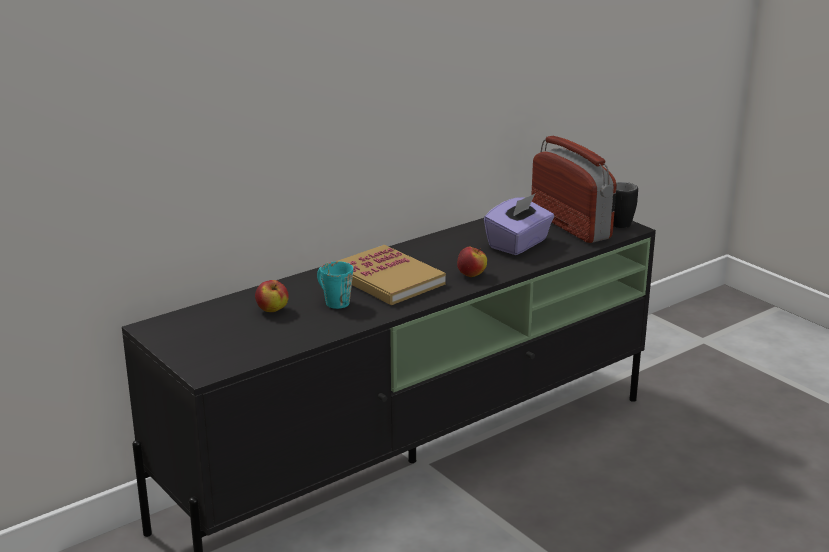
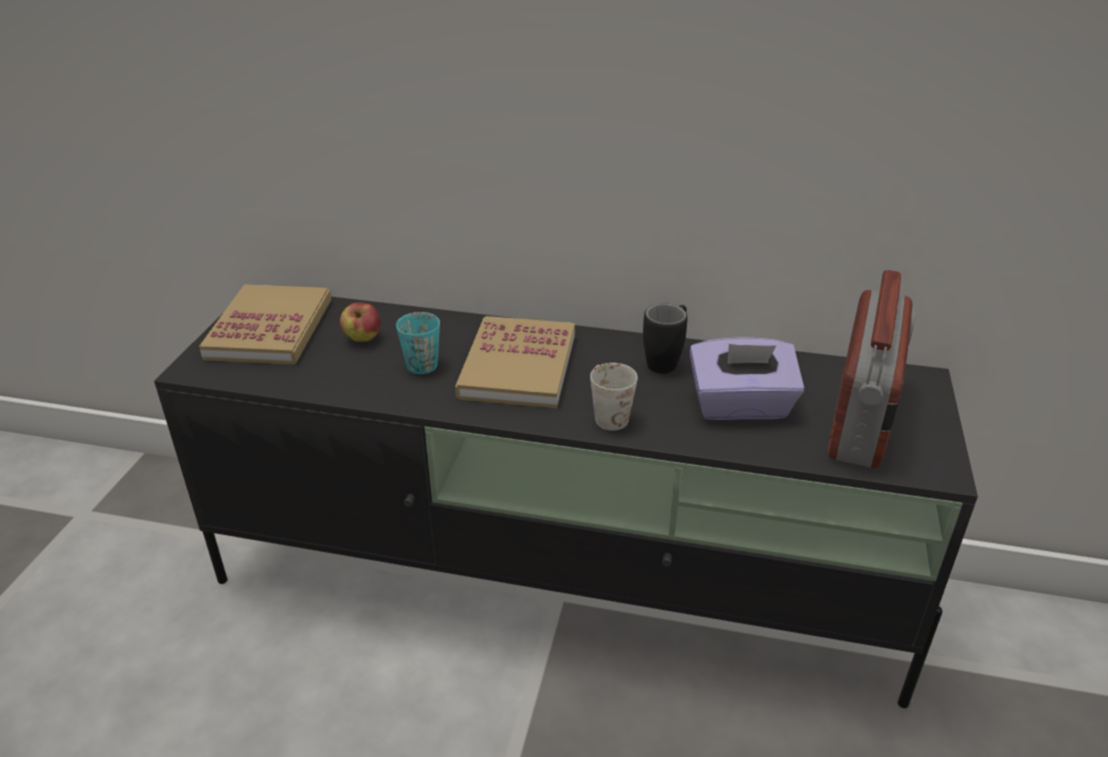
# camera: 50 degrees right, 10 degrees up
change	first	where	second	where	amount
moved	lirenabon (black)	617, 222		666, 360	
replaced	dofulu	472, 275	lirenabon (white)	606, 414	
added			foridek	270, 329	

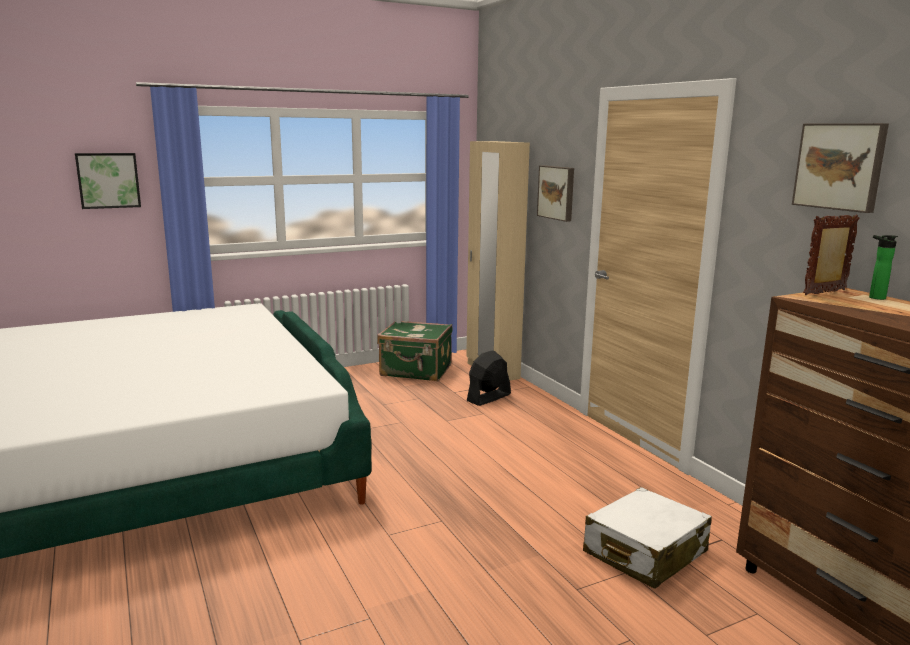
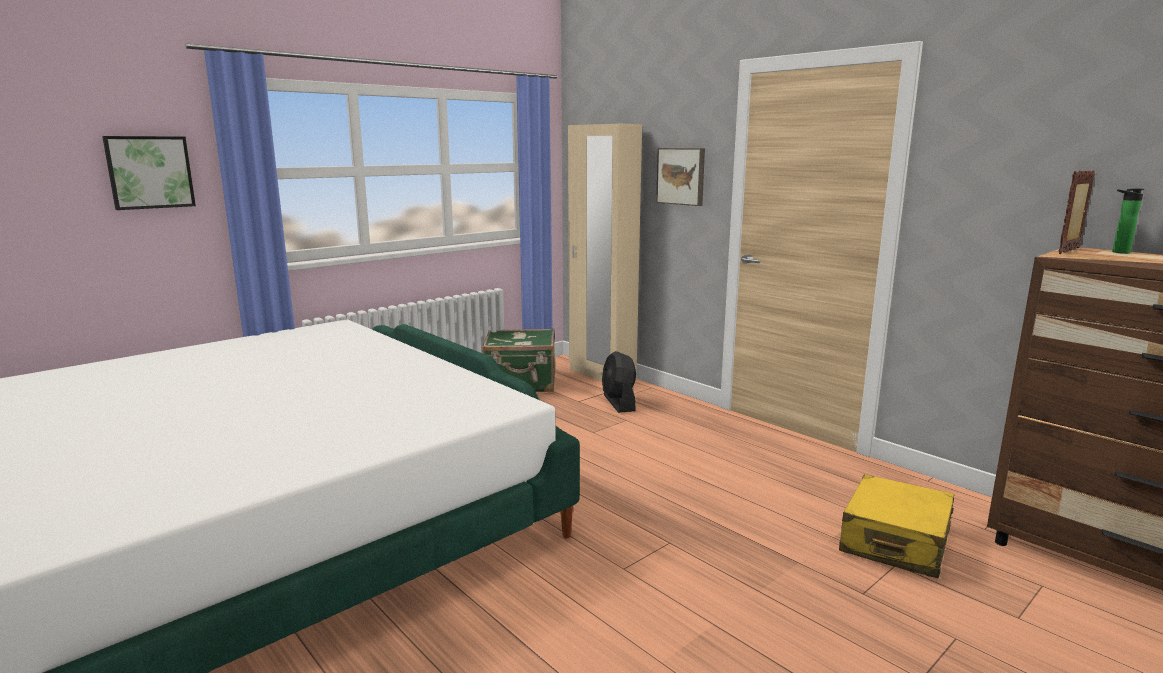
# camera: 15 degrees left, 0 degrees up
change	first	where	second	where	amount
removed	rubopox	840, 166			
turned	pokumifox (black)	488, 397		619, 403	45 degrees counterclockwise
recoloured	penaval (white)	644, 553	penaval (yellow)	894, 542	

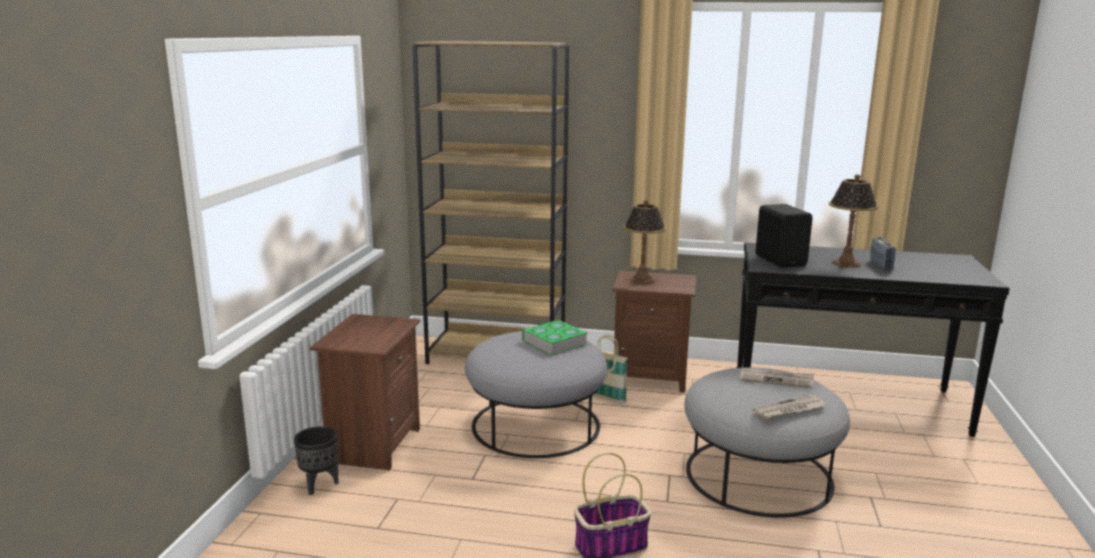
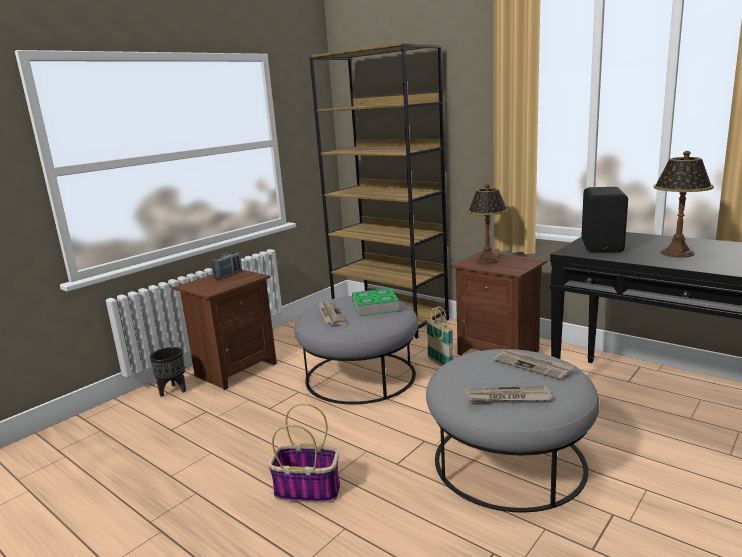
# camera: 30 degrees right, 0 degrees up
change	first	where	second	where	amount
moved	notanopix	881, 265		228, 274	
added			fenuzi	330, 315	

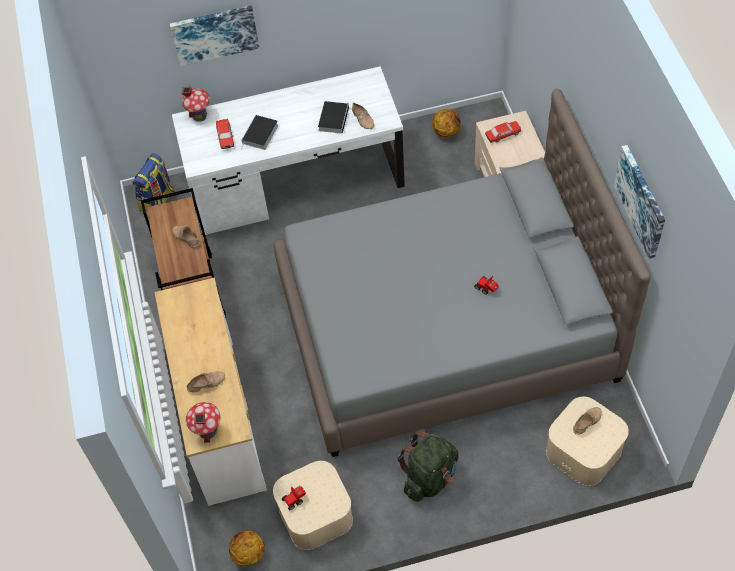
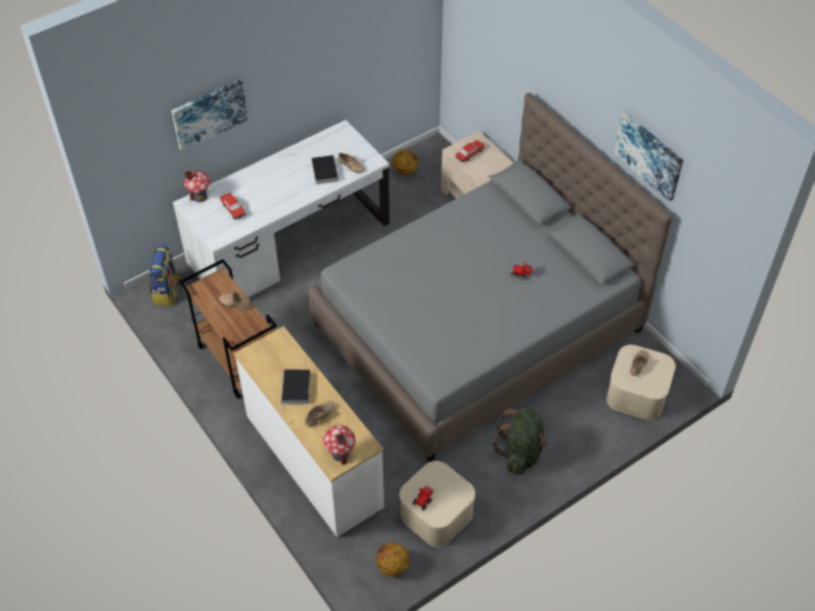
# camera: 25 degrees left, 5 degrees down
change	first	where	second	where	amount
moved	foridek	260, 135		296, 390	

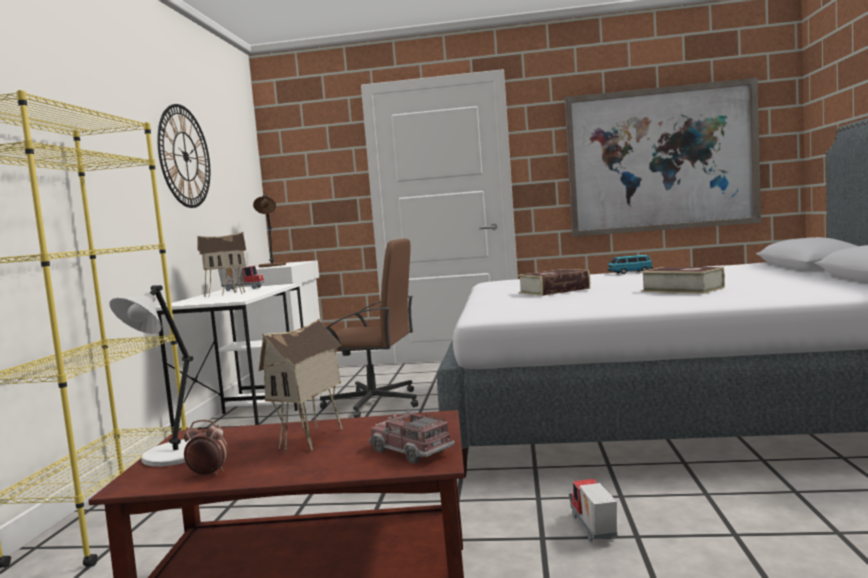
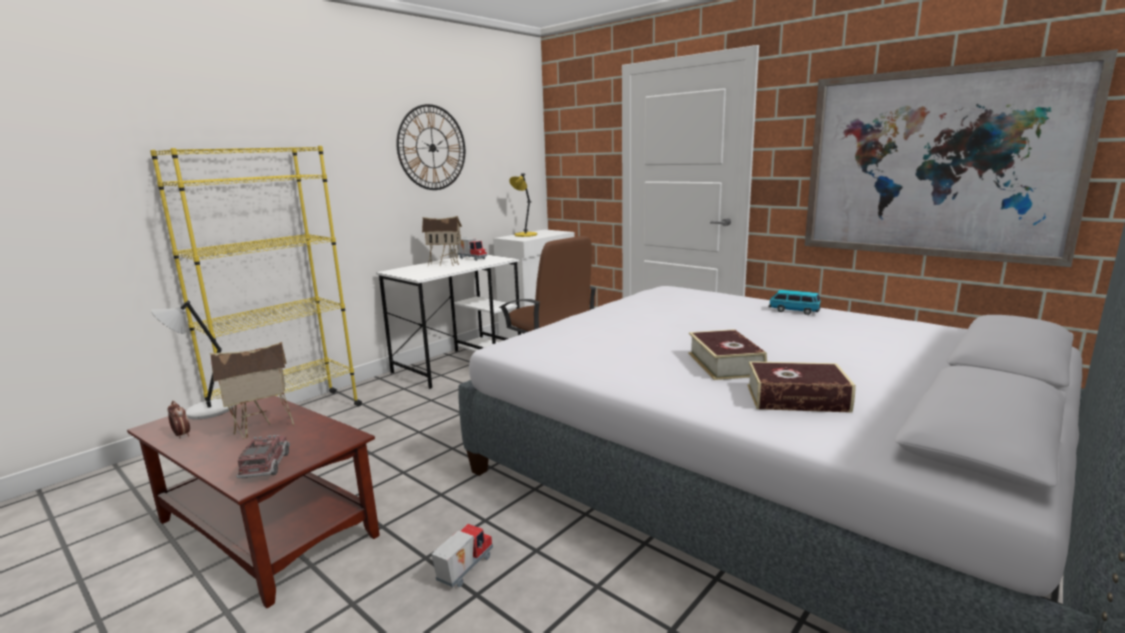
# camera: 35 degrees right, 10 degrees up
change	first	where	second	where	amount
recoloured	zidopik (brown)	272, 265	zidopik (yellow)	525, 235	
moved	foridek	554, 290		796, 398	

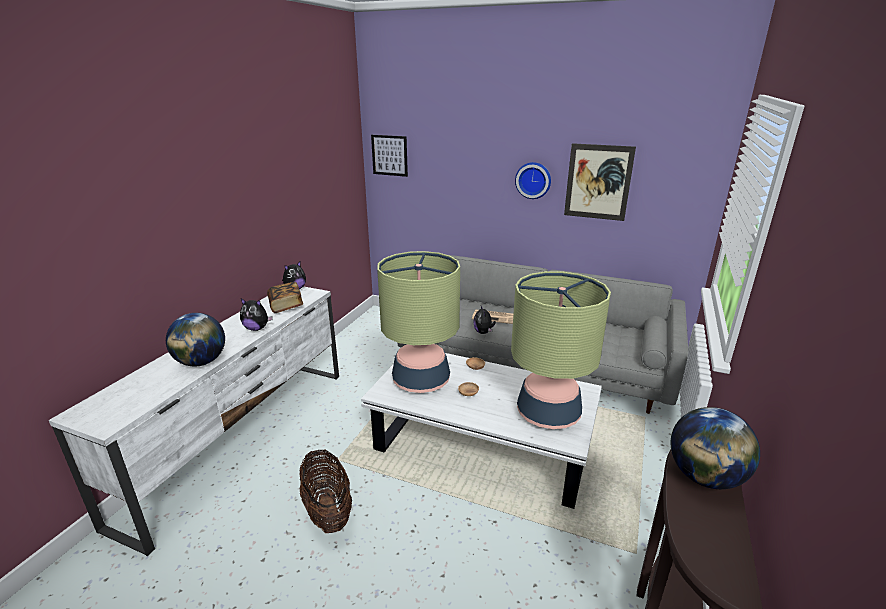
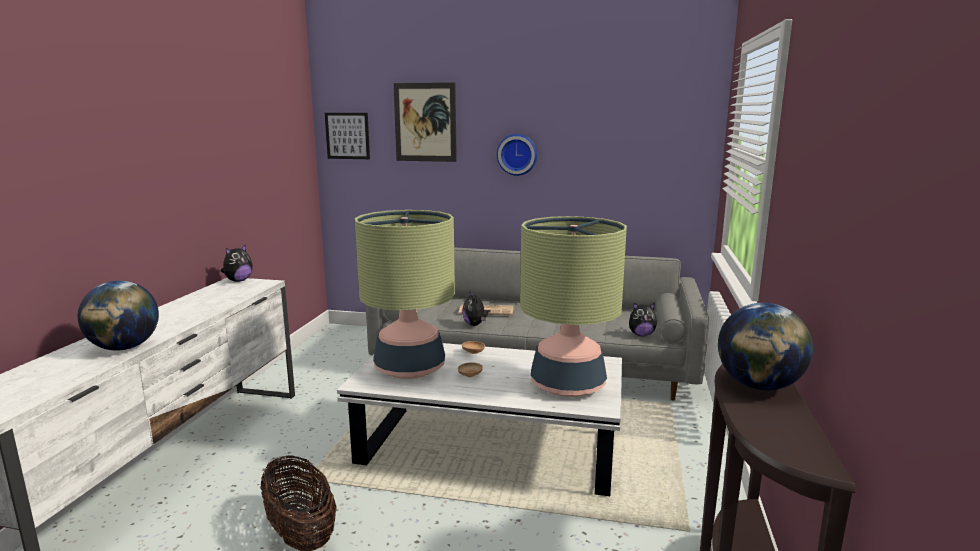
# camera: 10 degrees left, 10 degrees down
change	first	where	second	where	amount
moved	rubopox	598, 182		425, 122	
removed	foridek	286, 305			
moved	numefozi	257, 328		641, 335	

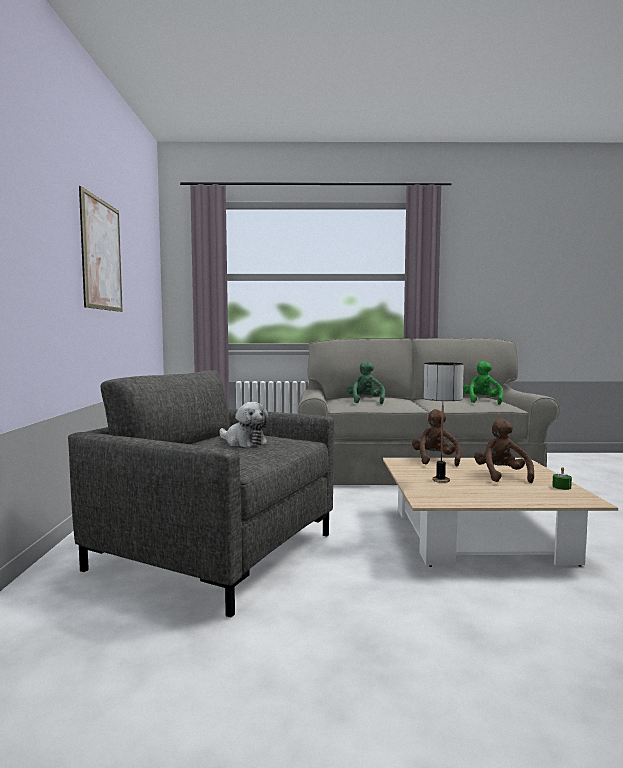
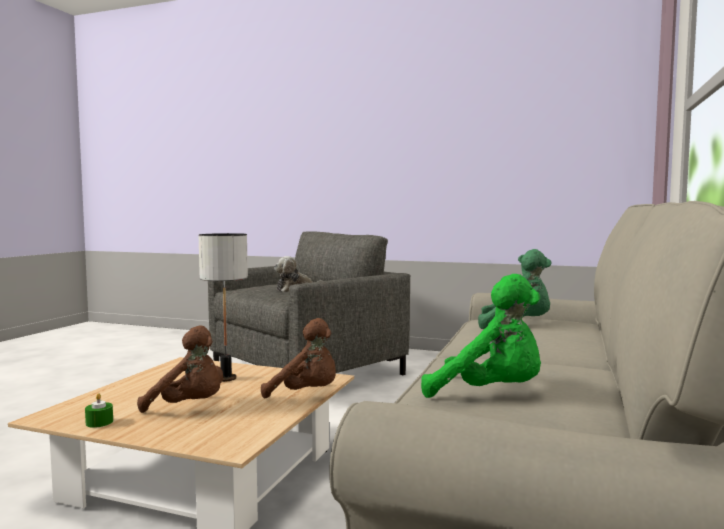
# camera: 110 degrees right, 0 degrees up
change	first	where	second	where	amount
removed	rubopox	102, 255			

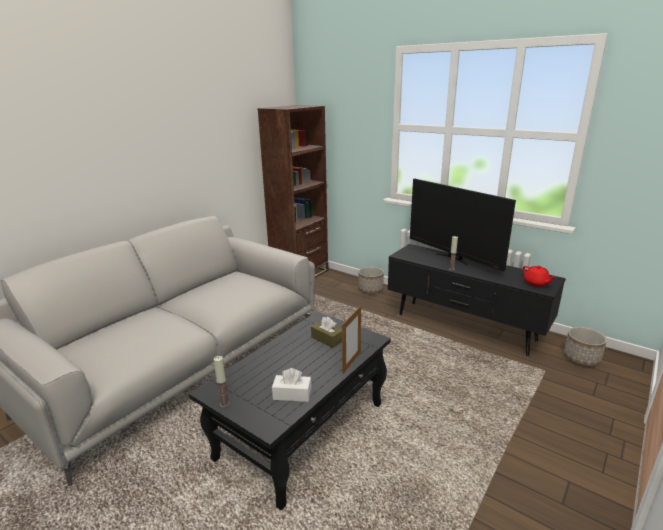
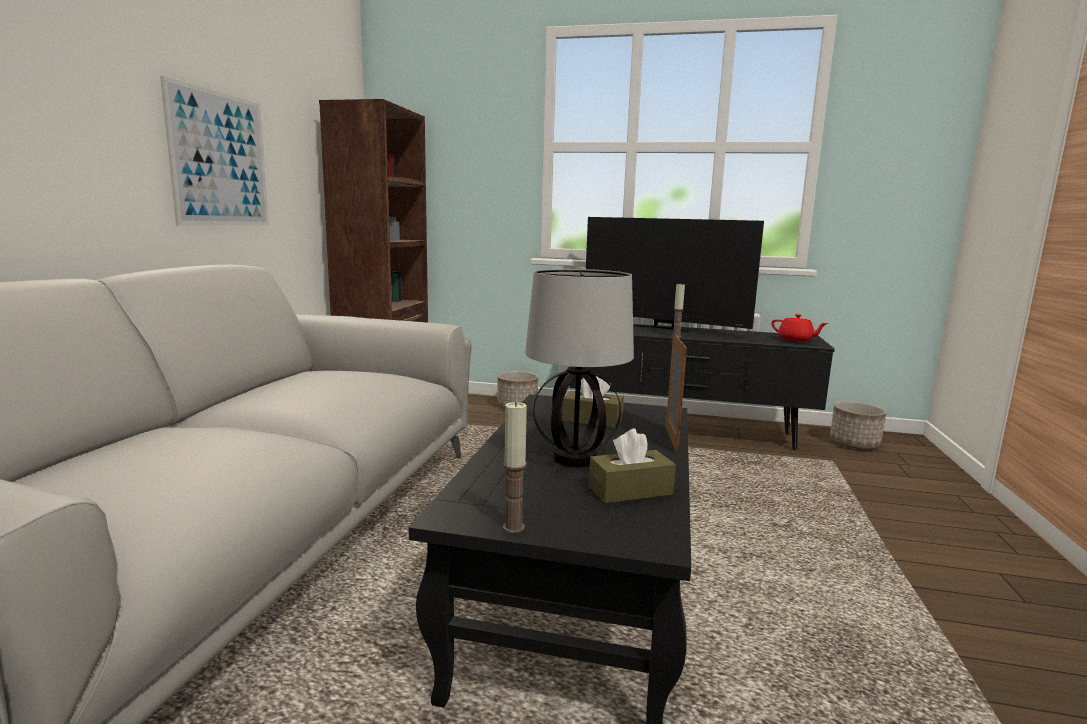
# camera: 25 degrees left, 10 degrees down
change	first	where	second	where	amount
recoloured	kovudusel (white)	292, 394	kovudusel (brown)	630, 490	
added			rubopox	220, 160	
added			zidopik	575, 458	

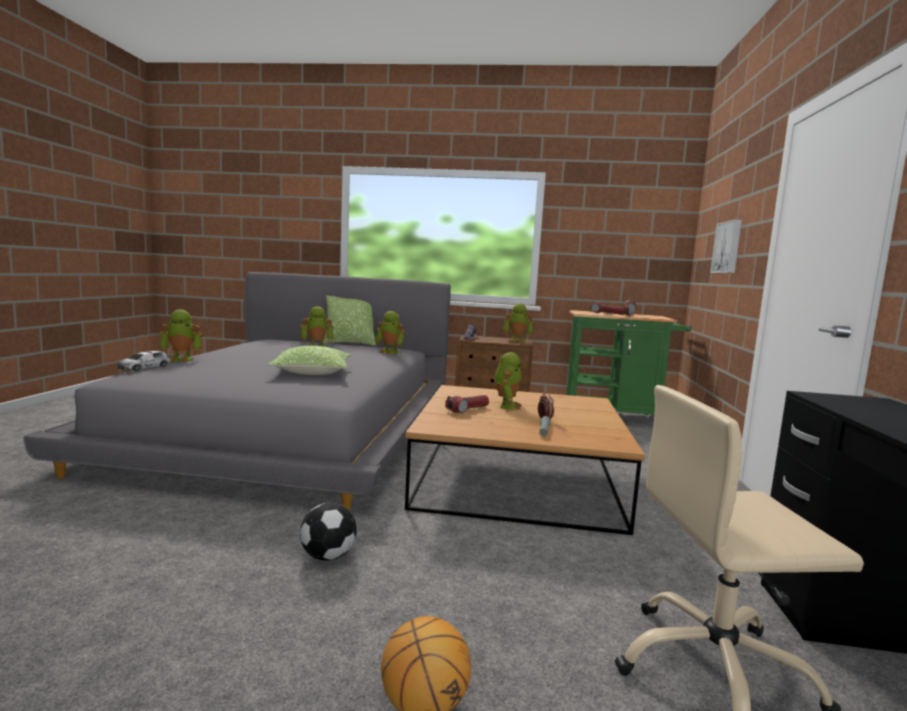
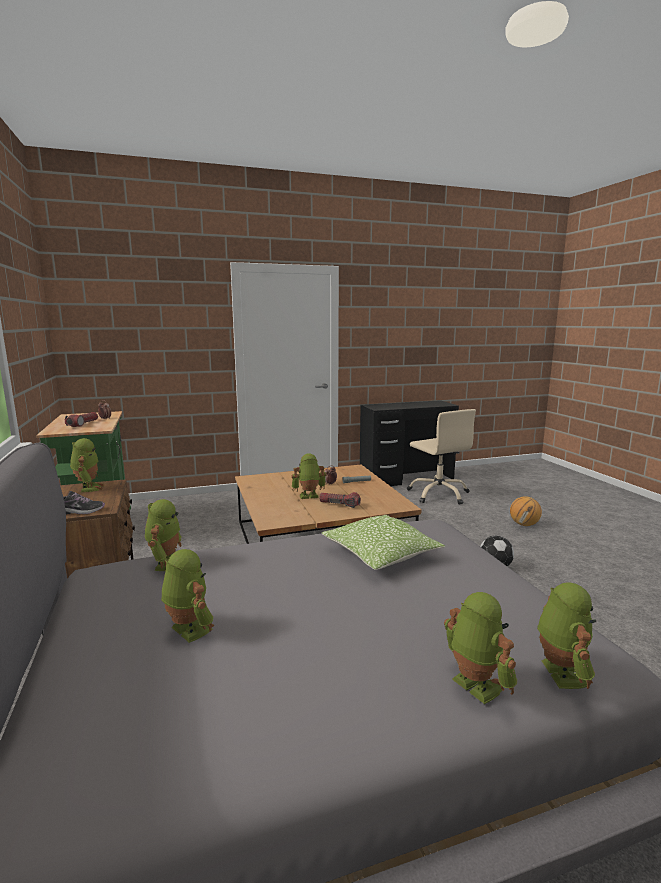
# camera: 115 degrees left, 5 degrees up
change	first	where	second	where	amount
removed	rubopox	728, 247			
removed	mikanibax	350, 343			
replaced	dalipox	144, 367	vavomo	559, 673	

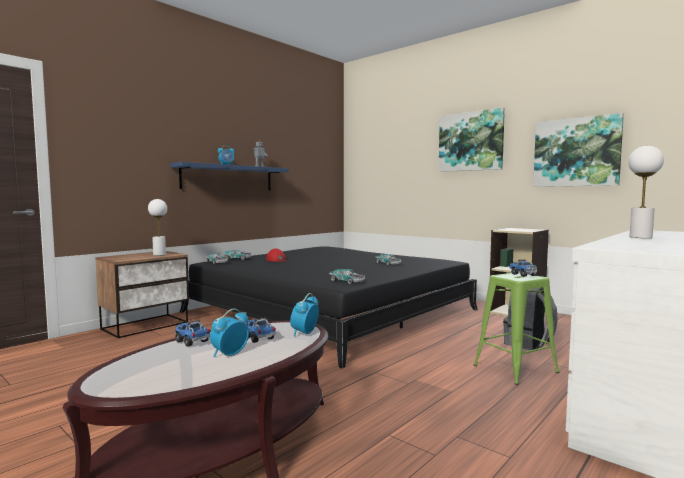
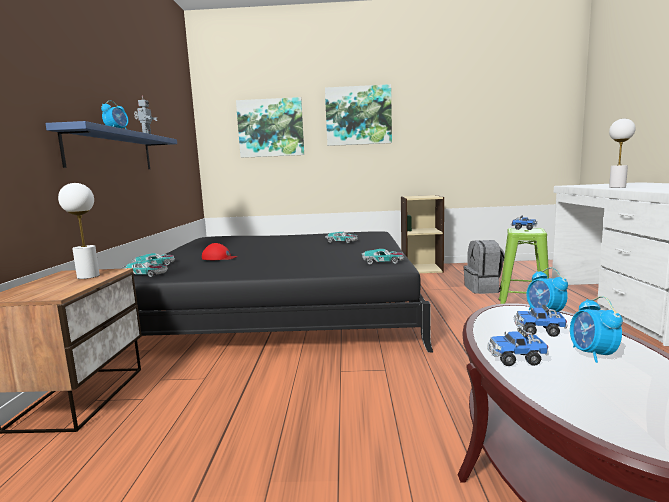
# camera: 40 degrees left, 5 degrees up
change	first	where	second	where	amount
moved	rubopox	576, 152		270, 128	

